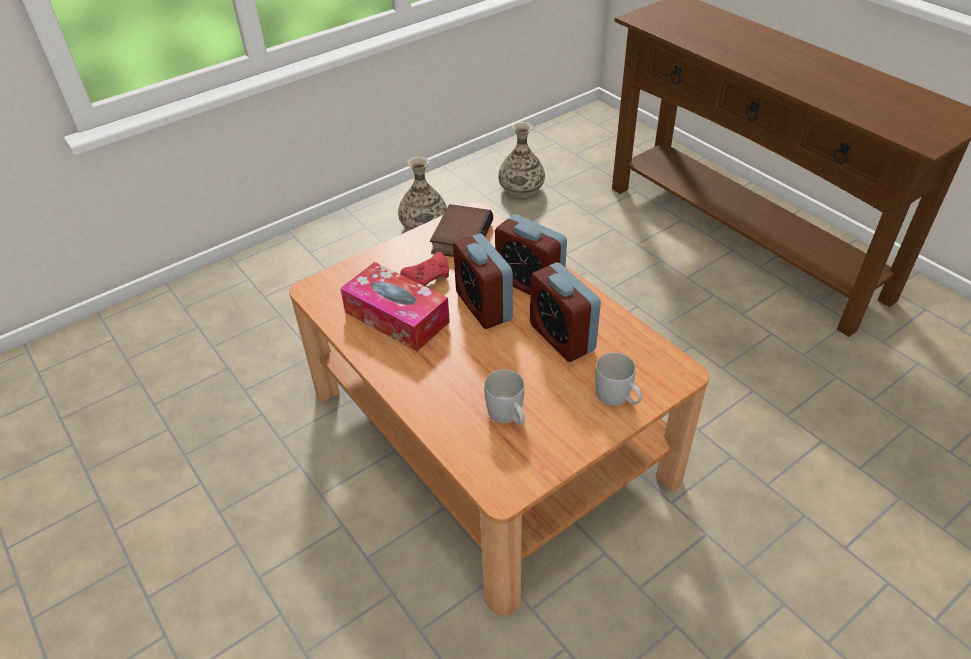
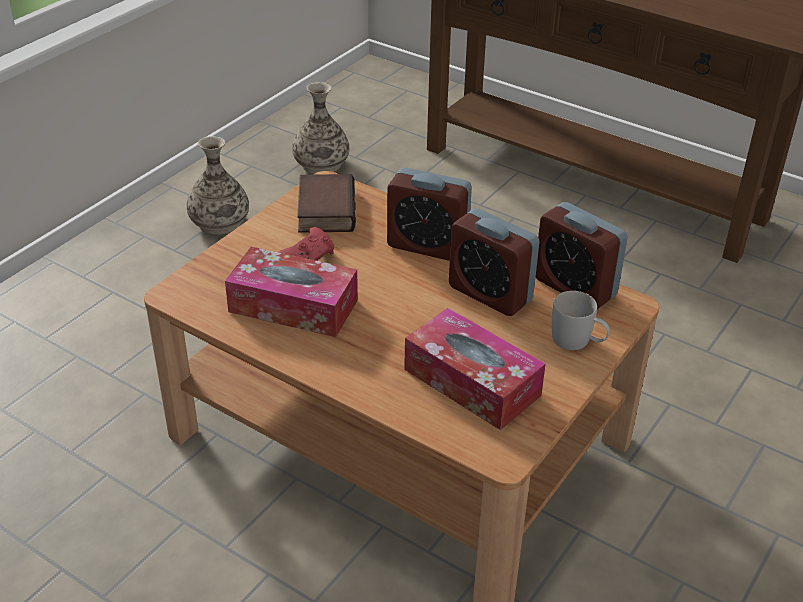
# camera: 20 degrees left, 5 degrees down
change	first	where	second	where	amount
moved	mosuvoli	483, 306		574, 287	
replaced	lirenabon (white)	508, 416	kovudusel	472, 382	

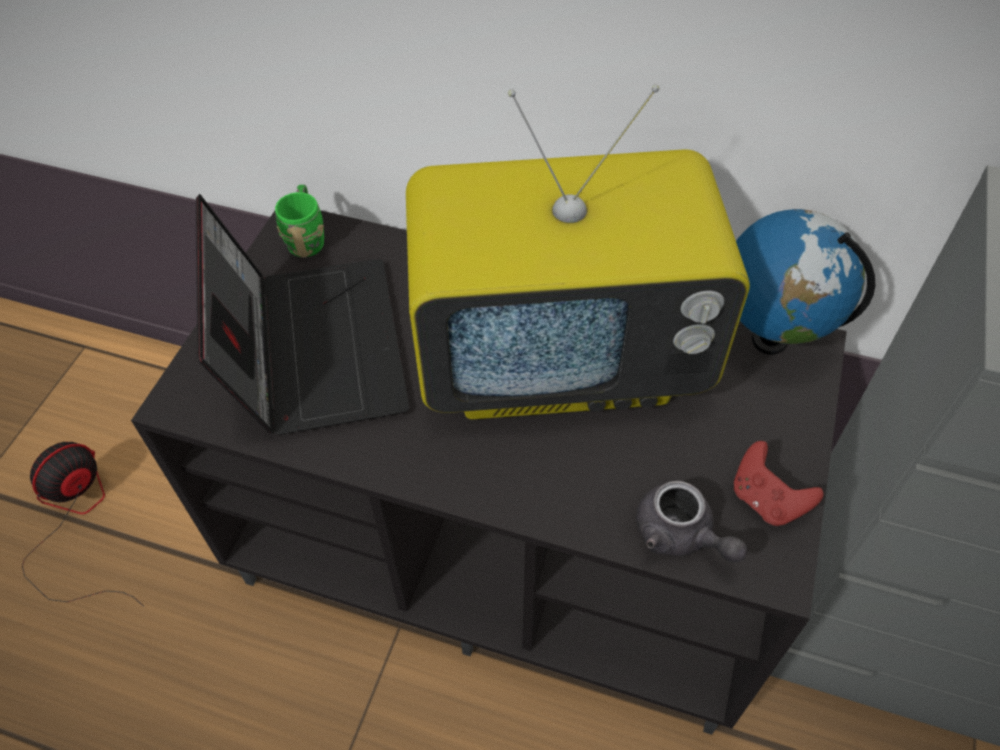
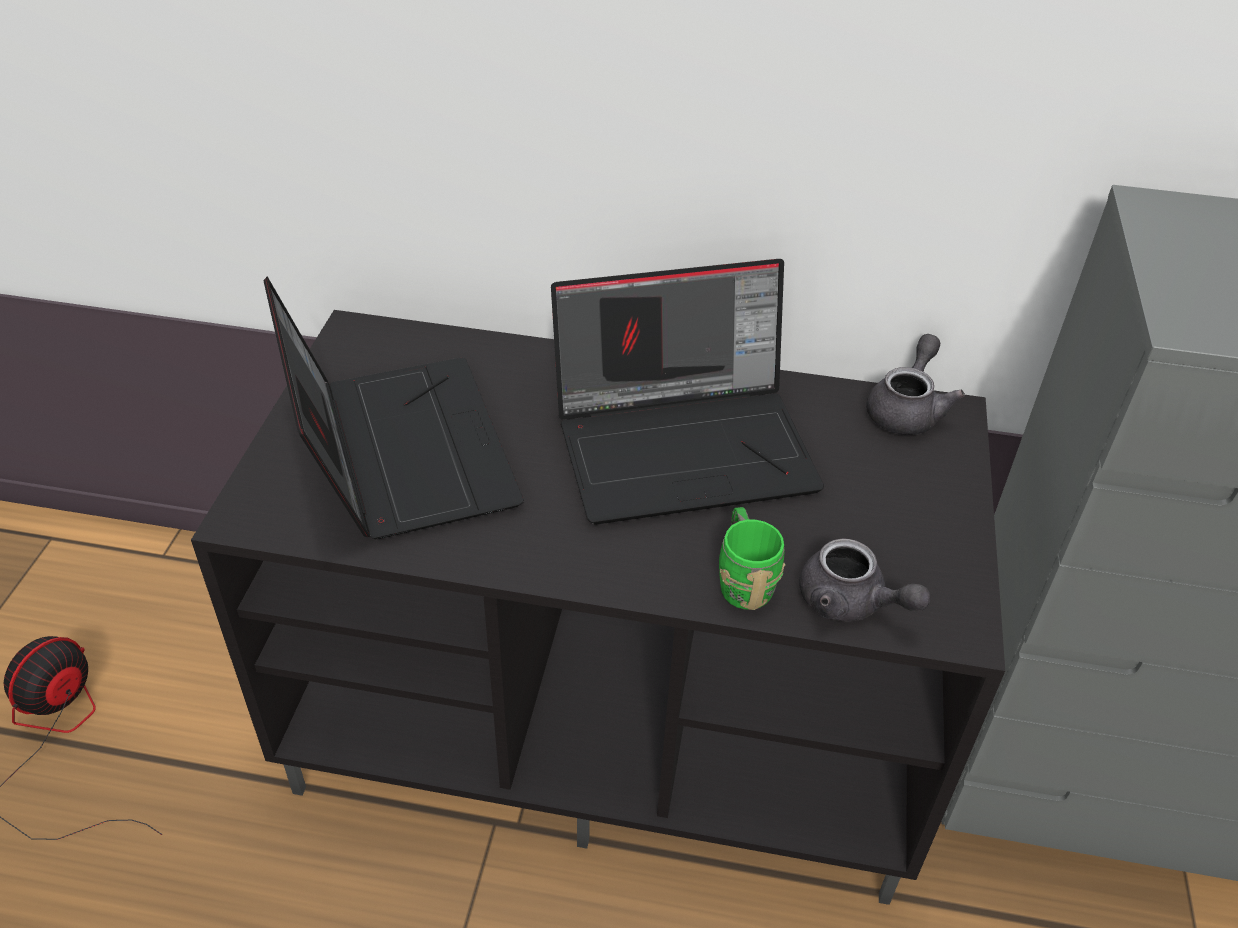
# camera: 10 degrees left, 10 degrees down
change	first	where	second	where	amount
replaced	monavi	562, 360	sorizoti	686, 444	
moved	lirenabon (green)	307, 238		743, 580	
replaced	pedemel	770, 338	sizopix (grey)	907, 409	
removed	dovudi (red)	766, 500			

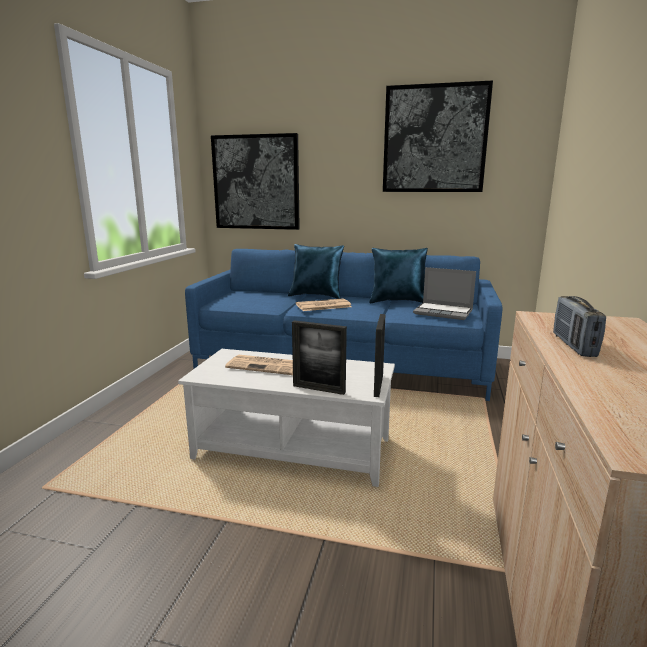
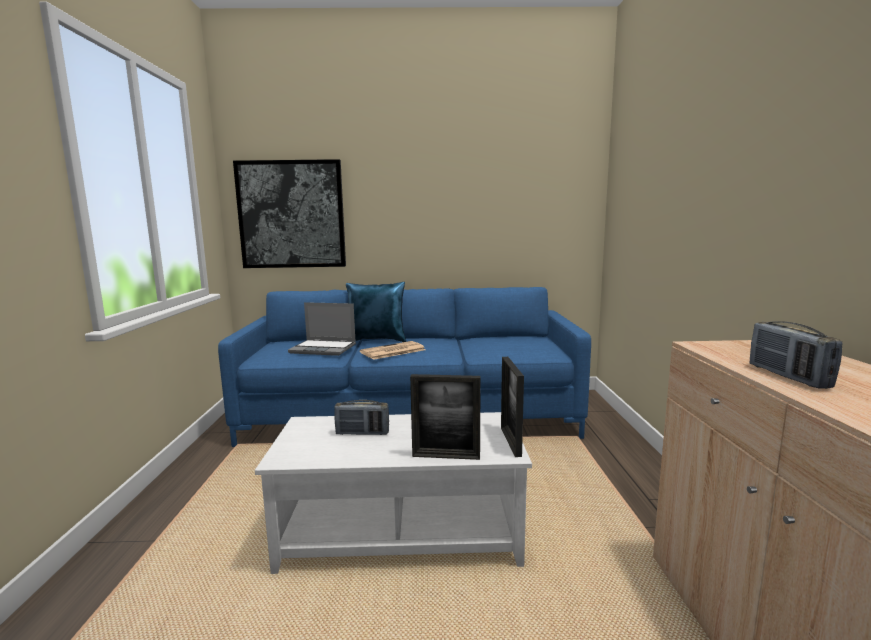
# camera: 15 degrees left, 5 degrees down
change	first	where	second	where	amount
removed	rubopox	434, 139			
removed	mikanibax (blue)	398, 301			
moved	sorizoti	444, 312		324, 349	
replaced	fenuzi	266, 365	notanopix	362, 433	

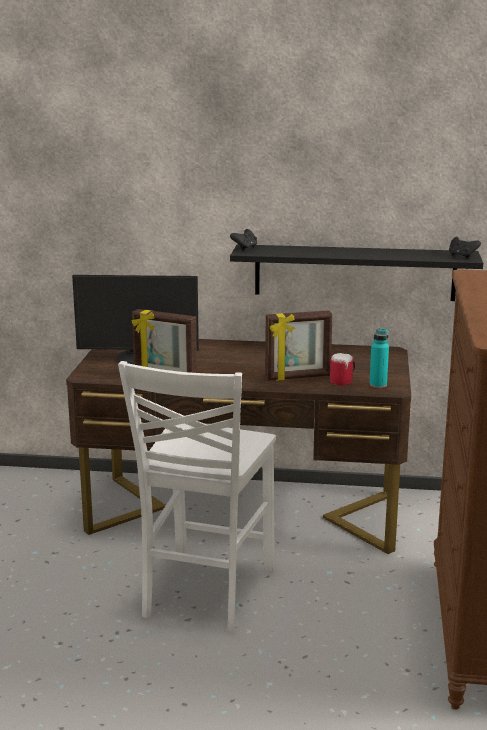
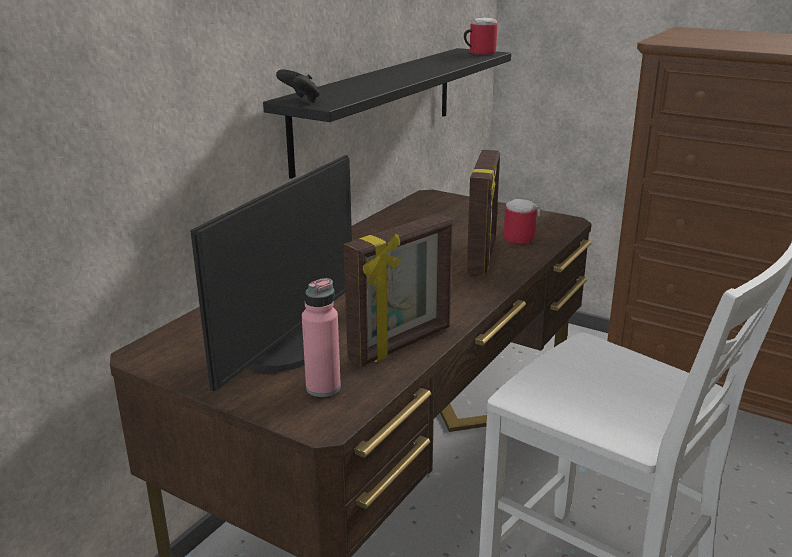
# camera: 65 degrees left, 5 degrees up
change	first	where	second	where	amount
replaced	dovudi (black)	462, 256	lirenabon	478, 53	
removed	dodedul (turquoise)	378, 385			
added			dodedul (pink)	323, 388	

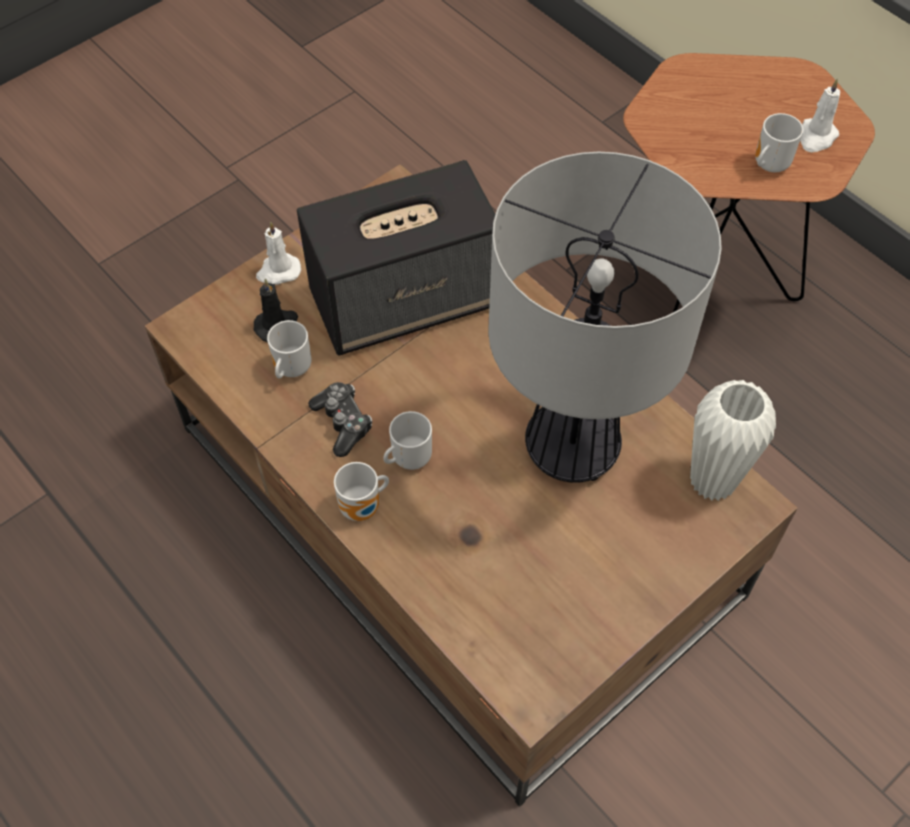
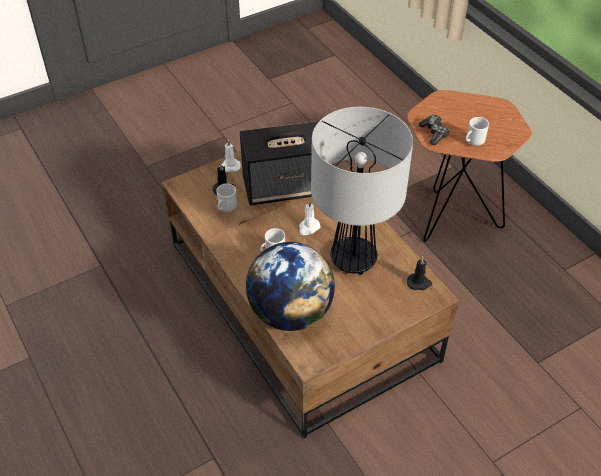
# camera: 10 degrees right, 10 degrees down
change	first	where	second	where	amount
moved	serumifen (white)	816, 137		308, 228	
replaced	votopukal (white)	712, 481	serumifen (black)	419, 283	
moved	dovudi	343, 423		434, 133	
removed	lirenabon	363, 508			
added			pedemel	290, 312	

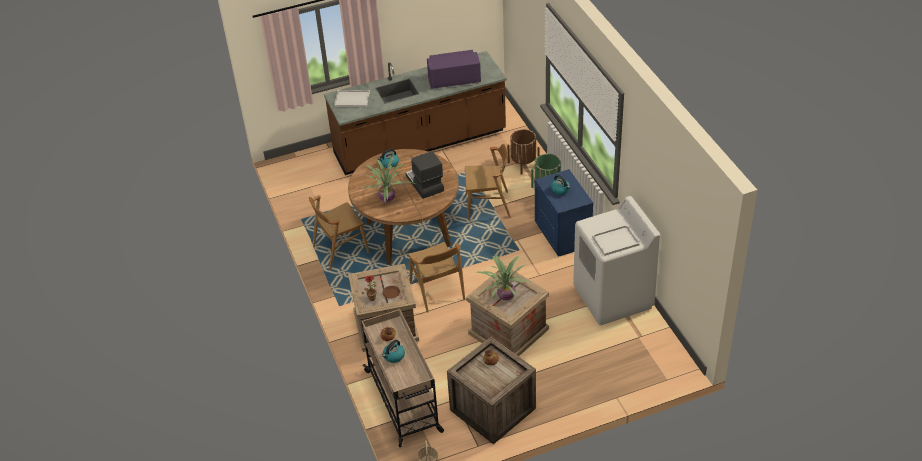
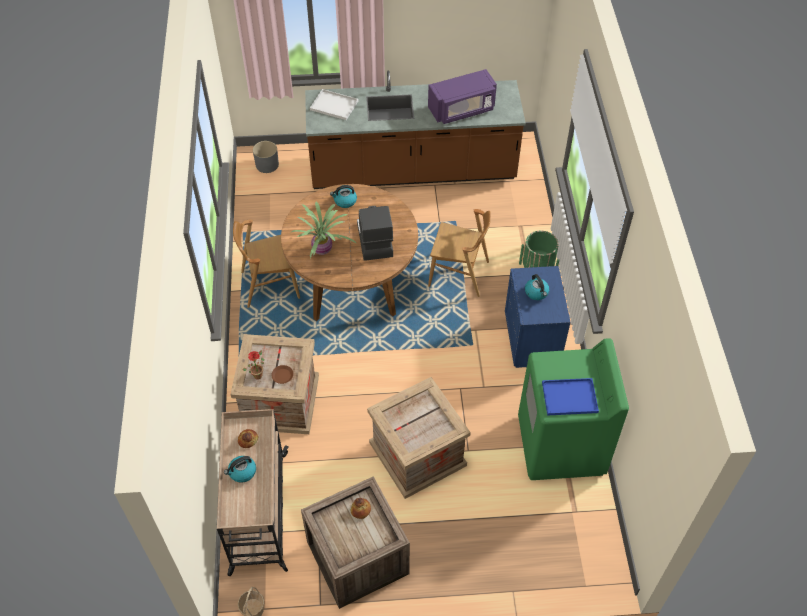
# camera: 15 degrees right, 10 degrees up
change	first	where	second	where	amount
turned	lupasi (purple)	454, 80		462, 110	150 degrees clockwise
removed	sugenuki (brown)	523, 164			
recoloured	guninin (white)	613, 298	guninin (green)	561, 445	
recoloured	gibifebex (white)	615, 241	gibifebex (blue)	568, 398	
removed	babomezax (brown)	437, 291			
removed	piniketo	505, 295			
added			sugenuki (grey)	267, 165	

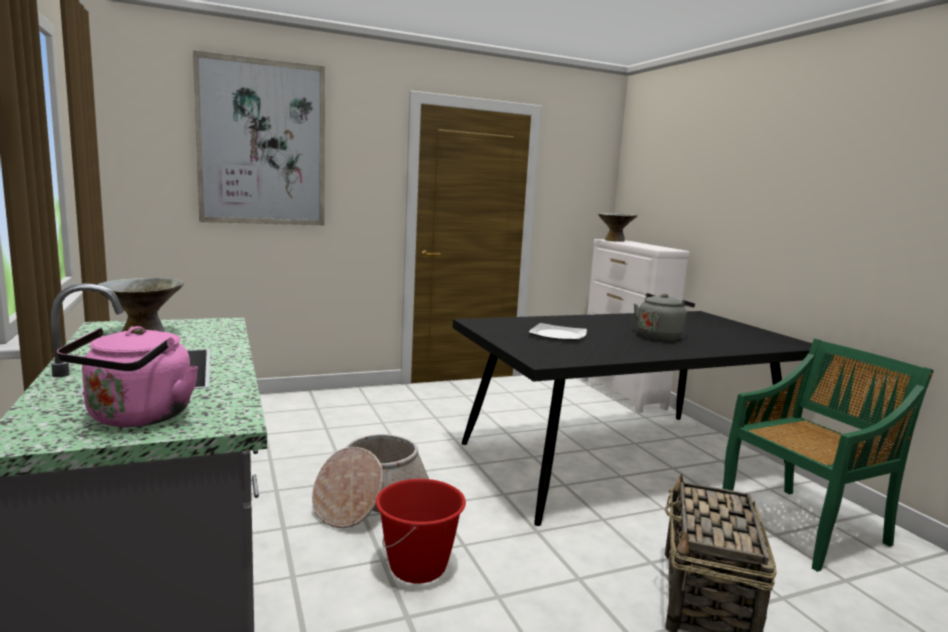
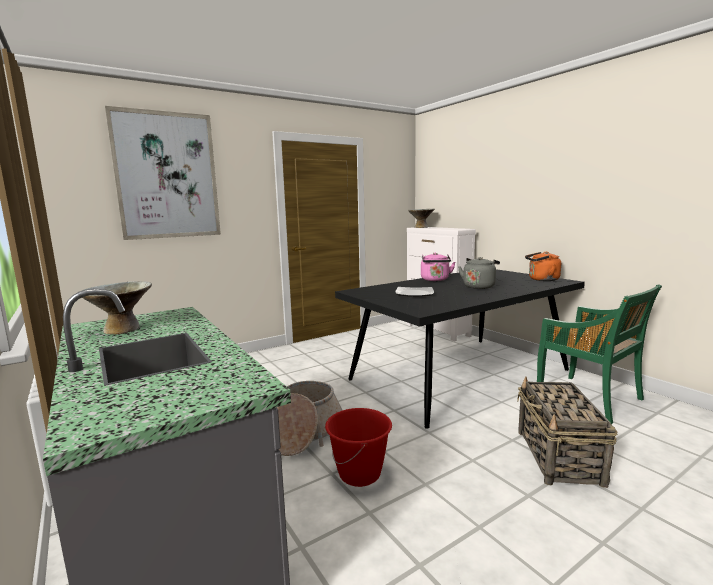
# camera: 10 degrees left, 0 degrees up
change	first	where	second	where	amount
moved	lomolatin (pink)	136, 418		435, 280	
turned	babomezax (green)	803, 526		590, 399	90 degrees clockwise
added			lomolatin (orange)	542, 279	

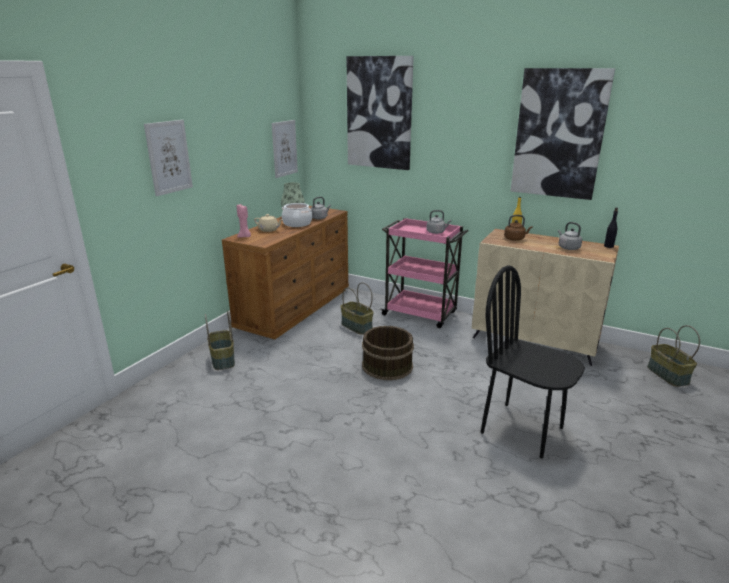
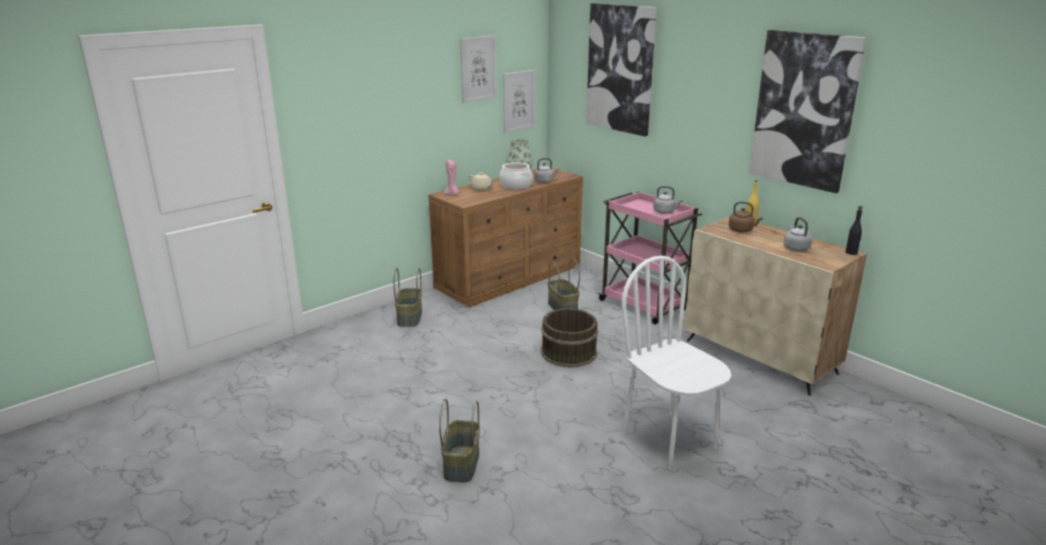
# camera: 20 degrees right, 0 degrees up
change	first	where	second	where	amount
moved	rubopox	169, 157		478, 69	
recoloured	babomezax (black)	522, 429	babomezax (white)	669, 440	
moved	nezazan	667, 375		461, 464	

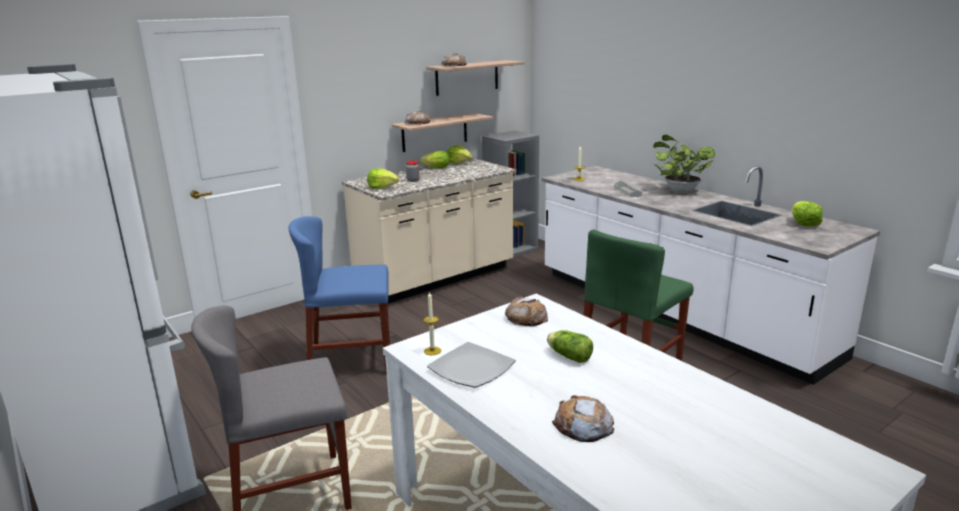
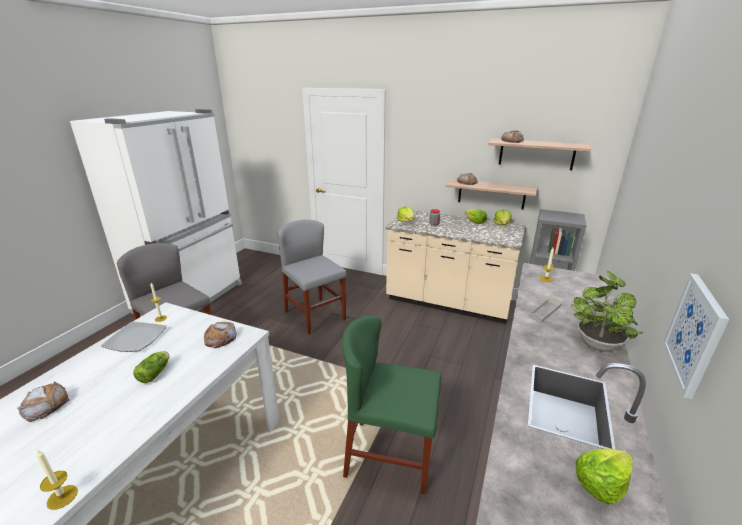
# camera: 60 degrees right, 5 degrees up
change	first	where	second	where	amount
recoloured	babomezax (blue)	351, 360	babomezax (grey)	315, 315	
added			rubopox	695, 334	
added			serumifen	62, 497	

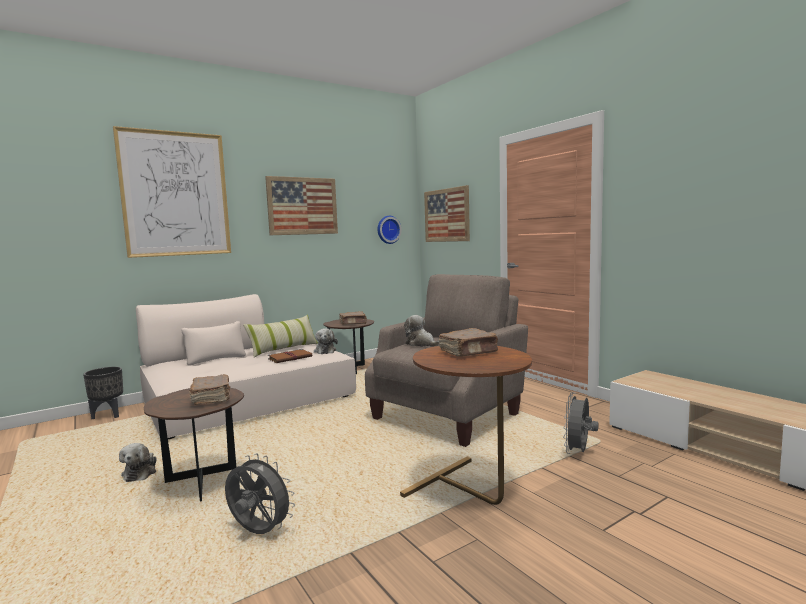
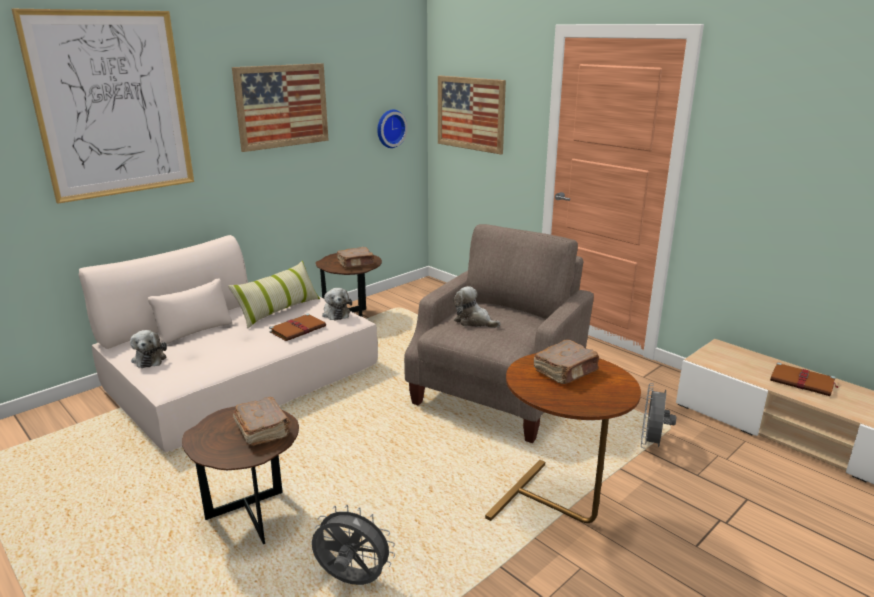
# camera: 10 degrees left, 15 degrees up
change	first	where	second	where	amount
removed	sugenuki (black)	108, 415			
moved	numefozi	140, 473		150, 358	
added			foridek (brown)	803, 382	

